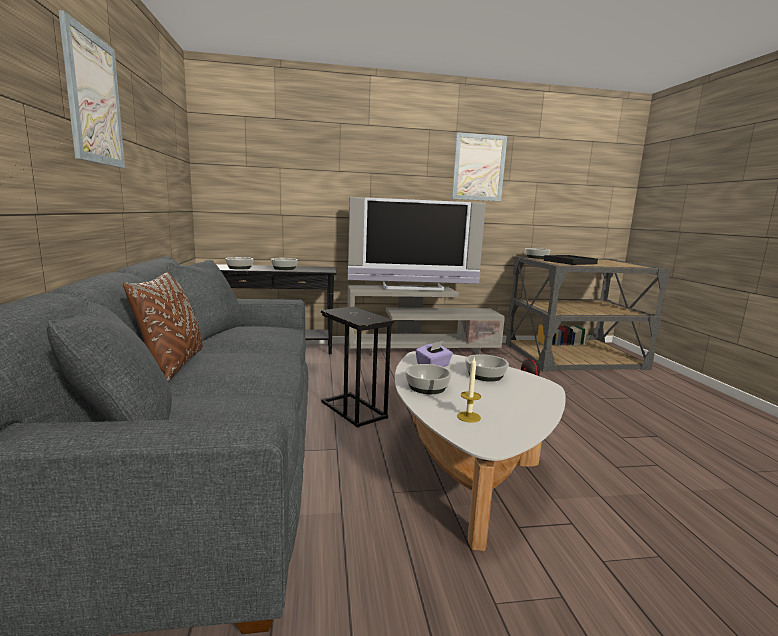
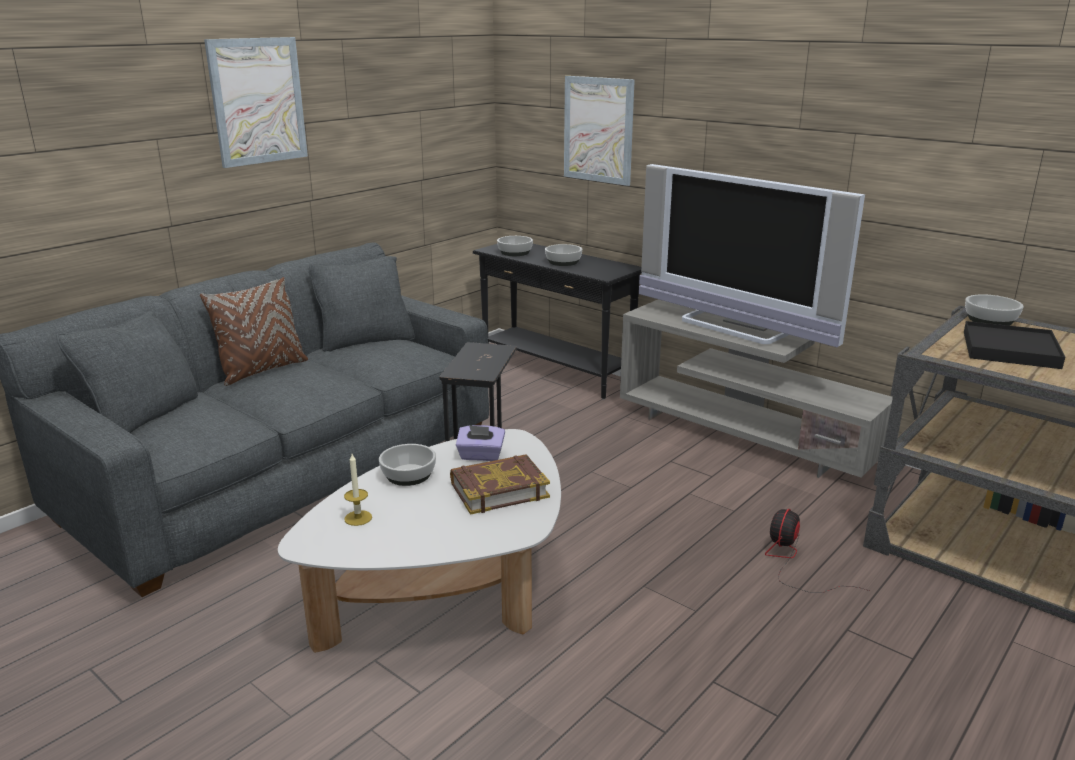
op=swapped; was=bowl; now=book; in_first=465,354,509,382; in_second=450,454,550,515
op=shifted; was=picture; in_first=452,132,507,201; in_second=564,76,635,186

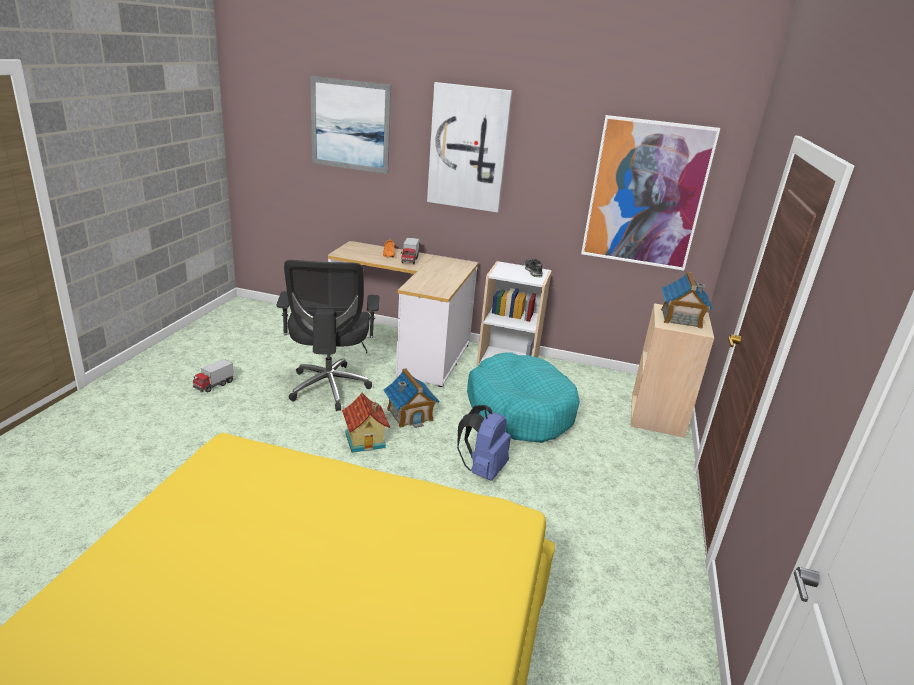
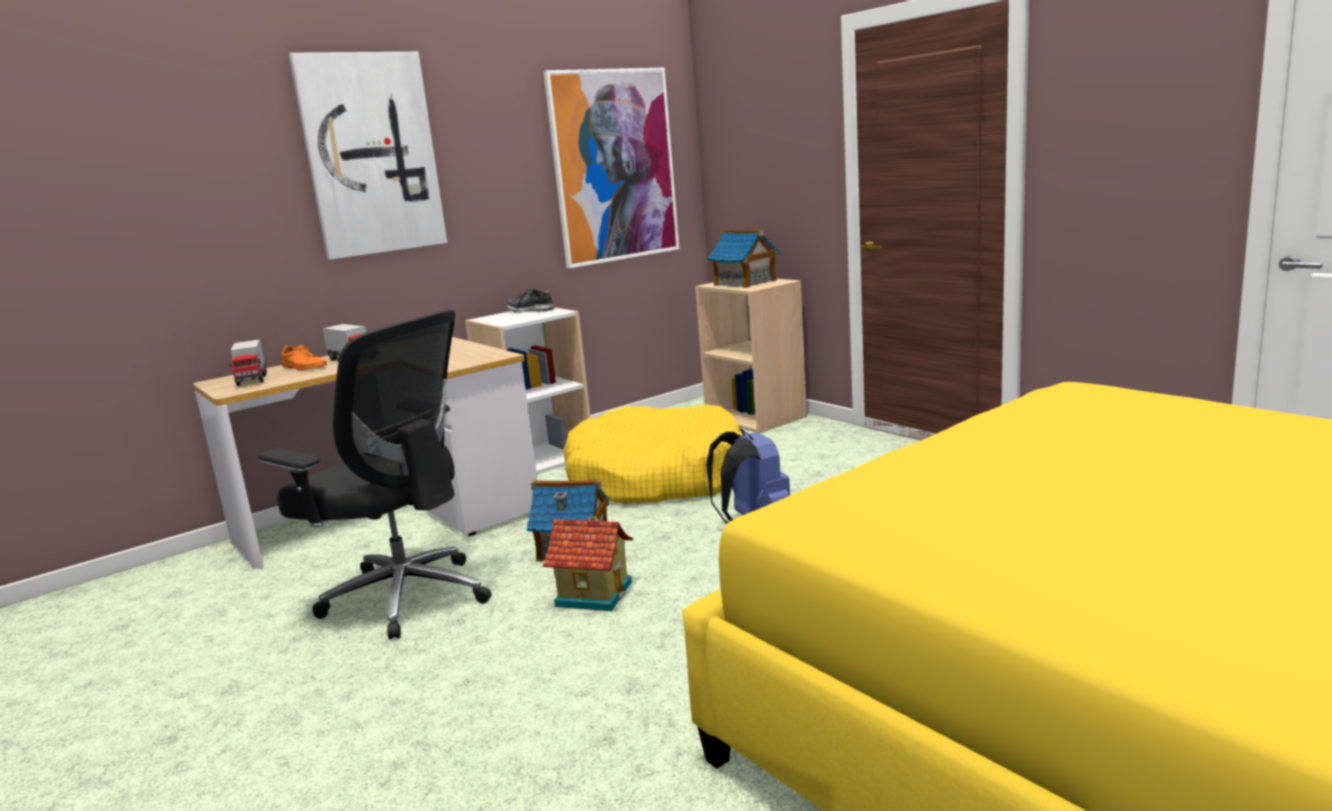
op=shifted; was=toy truck; in_first=193,359,234,392; in_second=229,339,267,386
op=repainted; was=dog bed in turquoise; now=dog bed in yellow; in_first=467,353,580,443; in_second=563,404,742,504
op=gone; was=picture; in_first=310,76,391,174

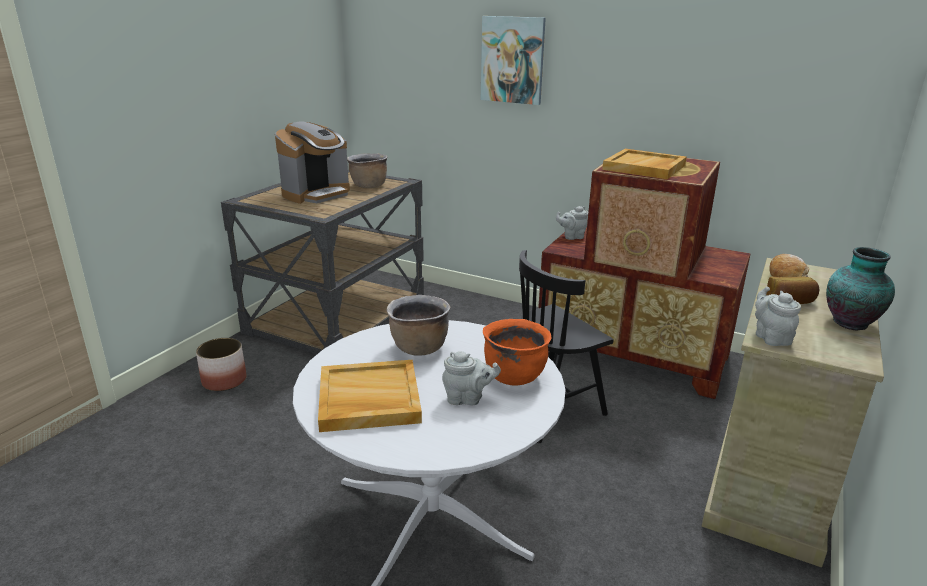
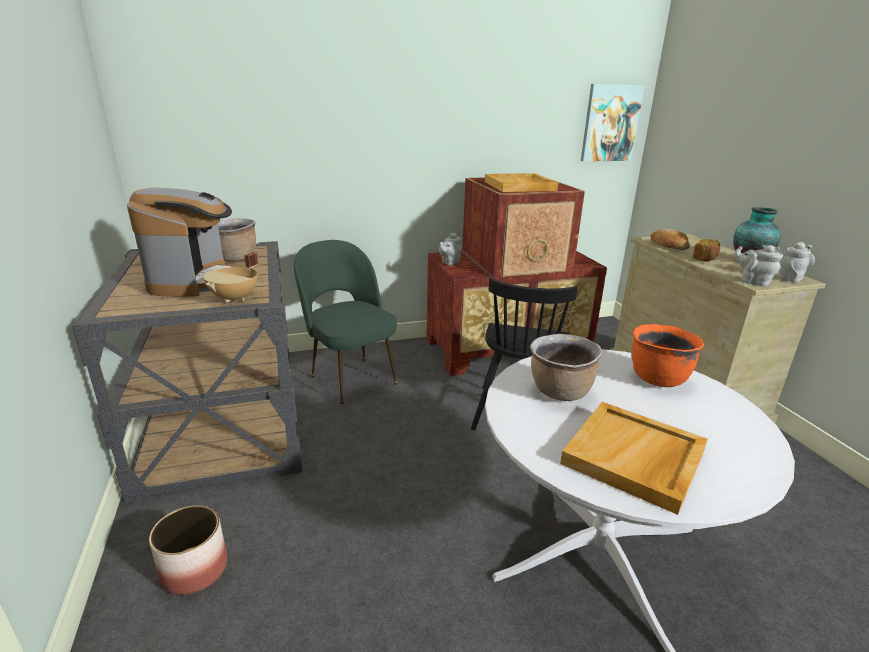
op=new; now=cooking pot in beige; in_second=203,252,258,303
op=new; now=chair in green; in_second=294,240,397,404
op=shifted; was=picture; in_first=481,16,546,105; in_second=581,84,645,162
op=shifted; was=teapot in grey; in_first=442,351,501,405; in_second=778,242,815,282

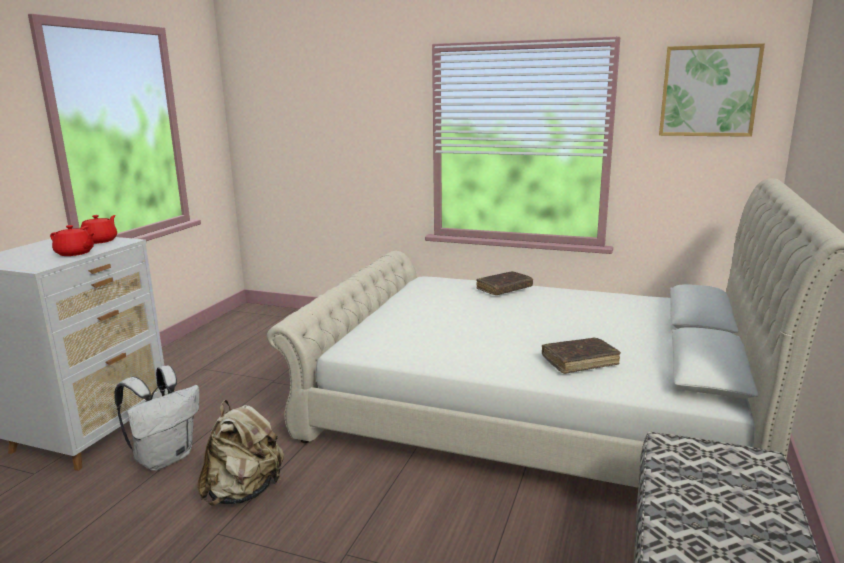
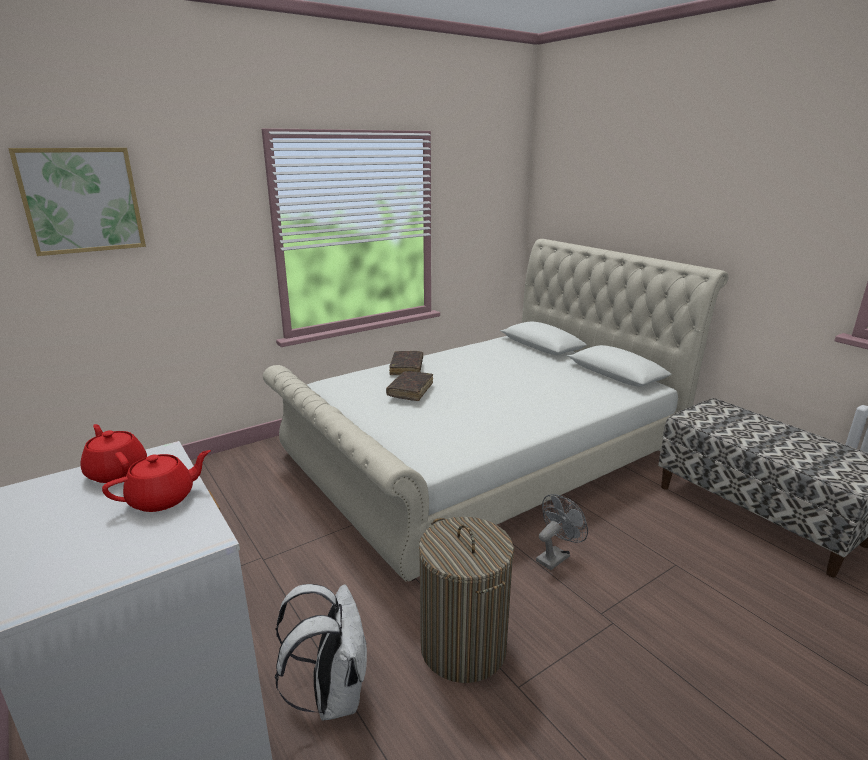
op=shifted; was=picture; in_first=659,43,765,137; in_second=8,148,146,256
op=shifted; was=book in brown; in_first=542,338,621,374; in_second=386,371,433,401
op=swapped; was=backpack in beige; now=laundry basket; in_first=197,400,284,506; in_second=419,517,514,683
op=new; now=fan in grey; in_second=536,494,588,570

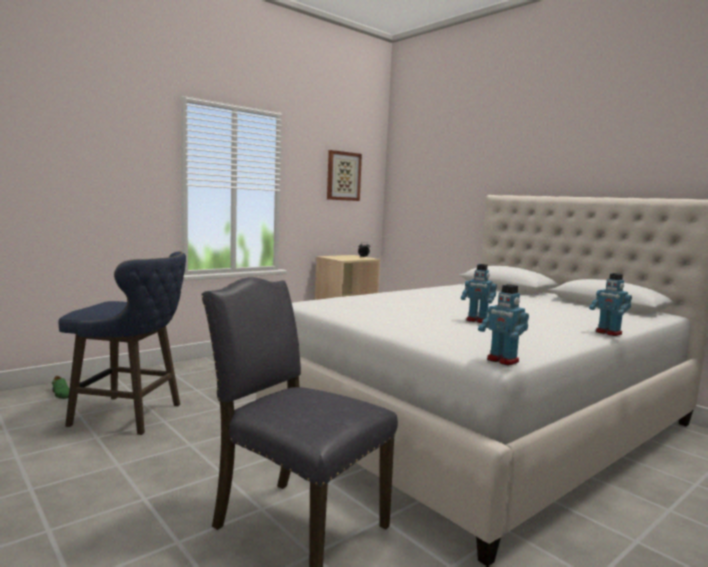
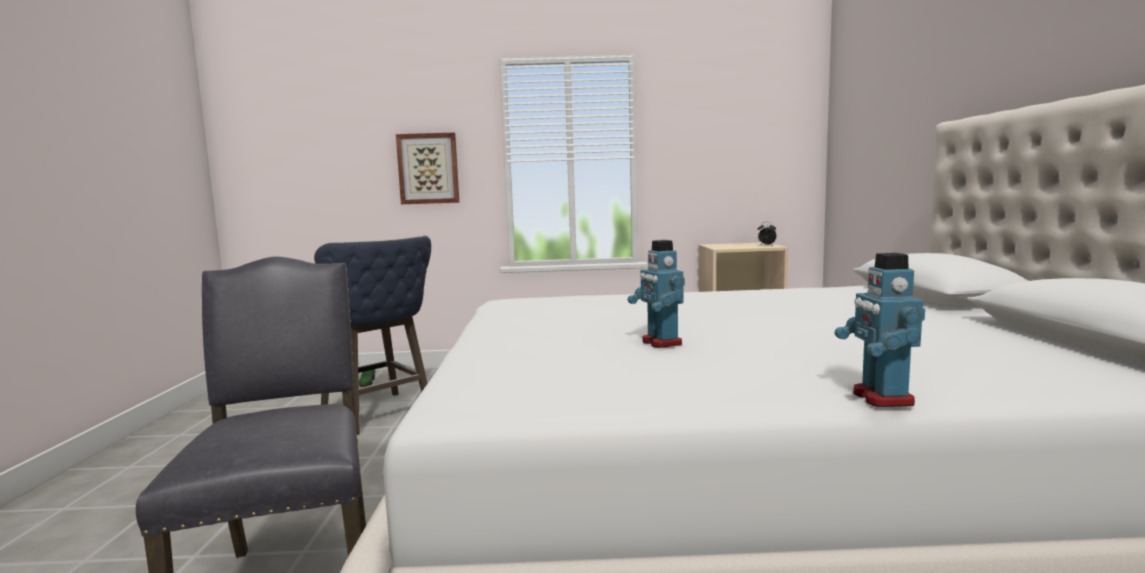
op=shifted; was=picture; in_first=327,150,362,201; in_second=396,133,459,204
op=gone; was=toy robot; in_first=478,284,529,365

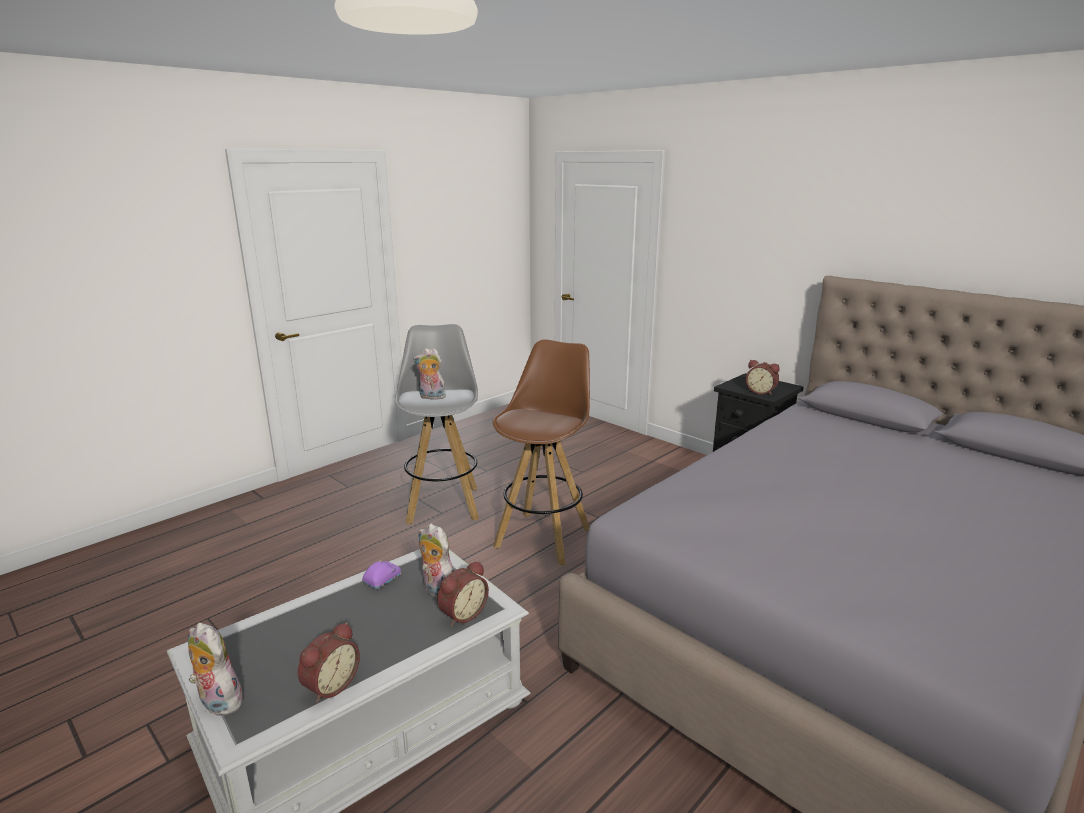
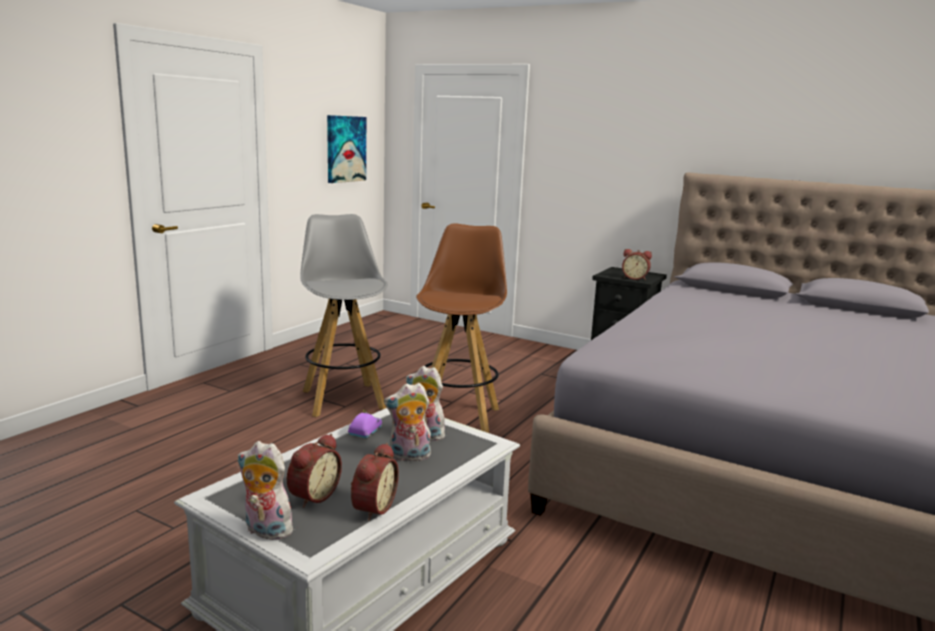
op=shifted; was=alarm clock; in_first=437,561,489,626; in_second=287,434,342,508
op=new; now=picture; in_second=327,115,366,183
op=shifted; was=plush toy; in_first=413,348,446,401; in_second=384,383,431,461

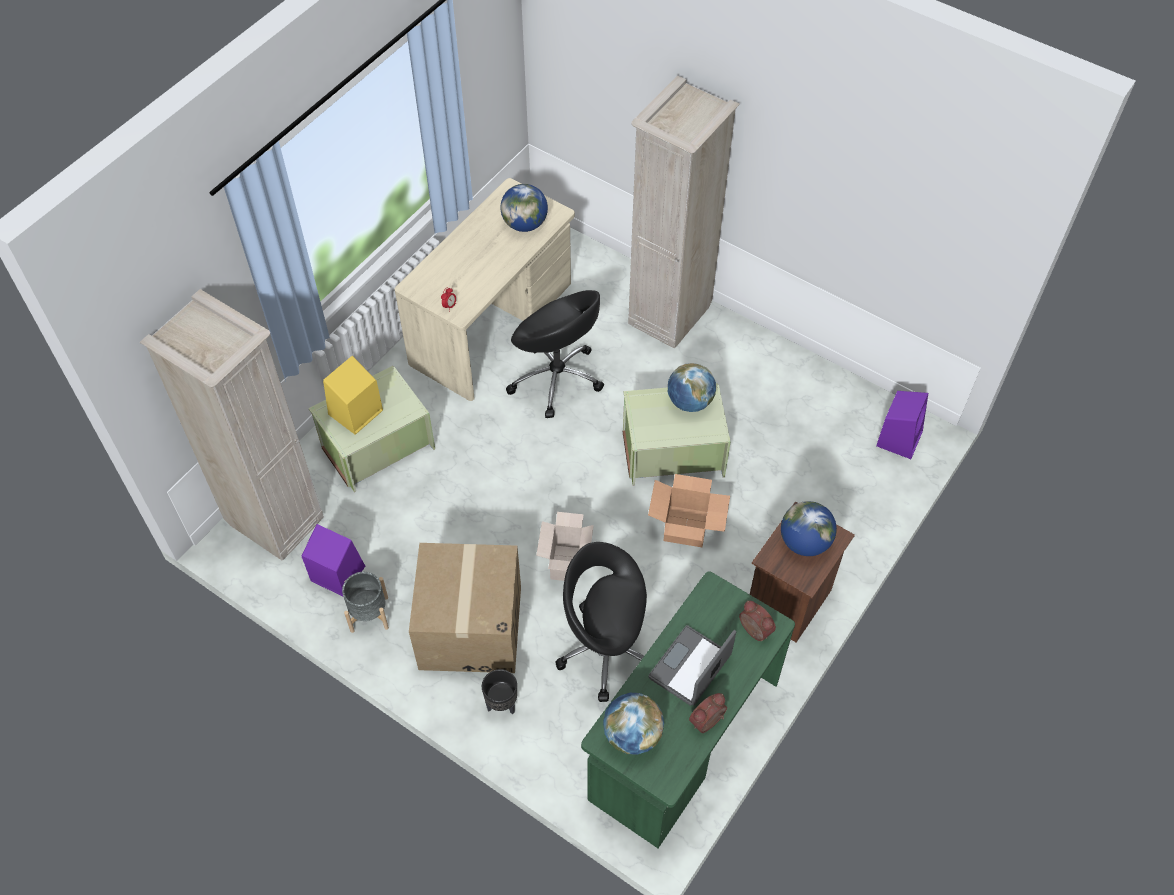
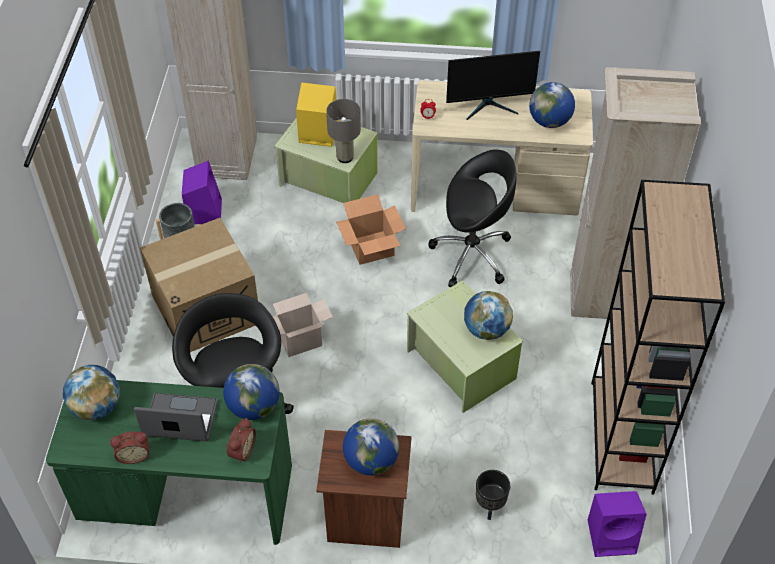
op=rotated; was=alarm clock; in_first=689,693,727,733; in_second=110,432,149,464; clockwise=150
op=new; now=globe; in_second=223,364,280,420
op=new; now=table lamp in grey; in_second=326,99,361,163
op=shifted; was=cardboard box; in_first=648,474,730,547; in_second=336,194,406,265
op=rotated; was=office chair in black; in_first=506,290,604,418; in_second=428,149,517,287; clockwise=-105
op=new; now=monitor; in_second=446,51,540,120
op=shifted; was=planter in black; in_first=482,669,517,714; in_second=476,470,510,520
op=new; now=bookcase in beige; in_second=591,180,725,495

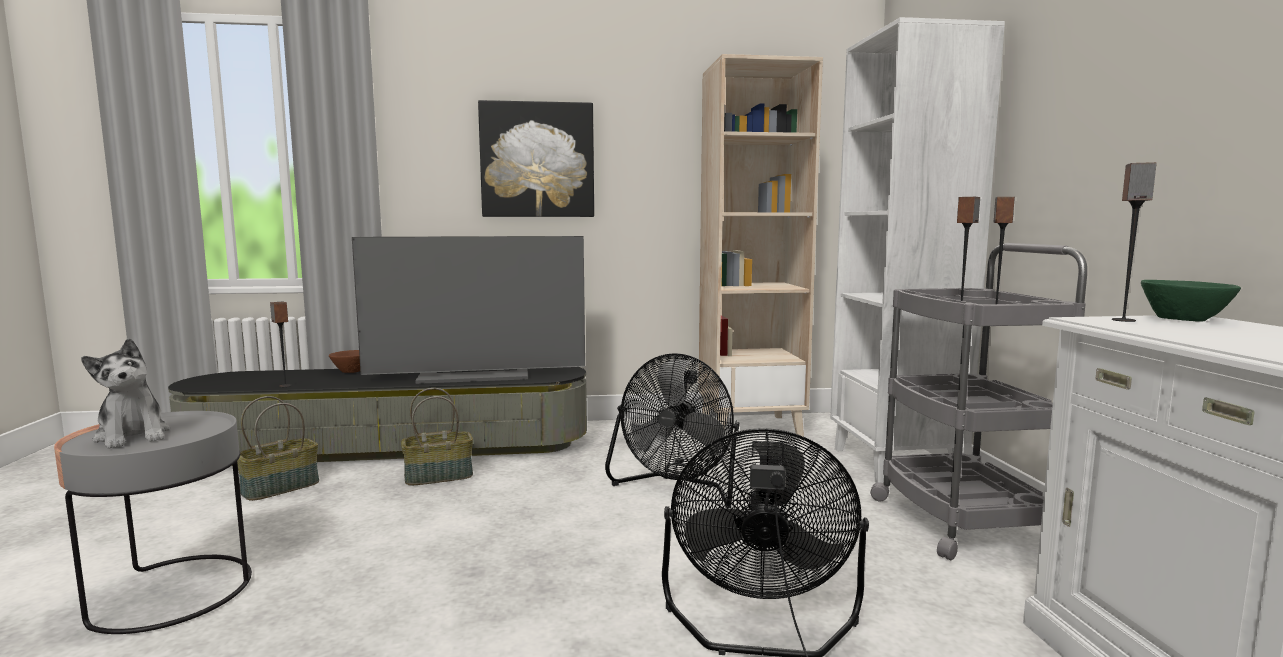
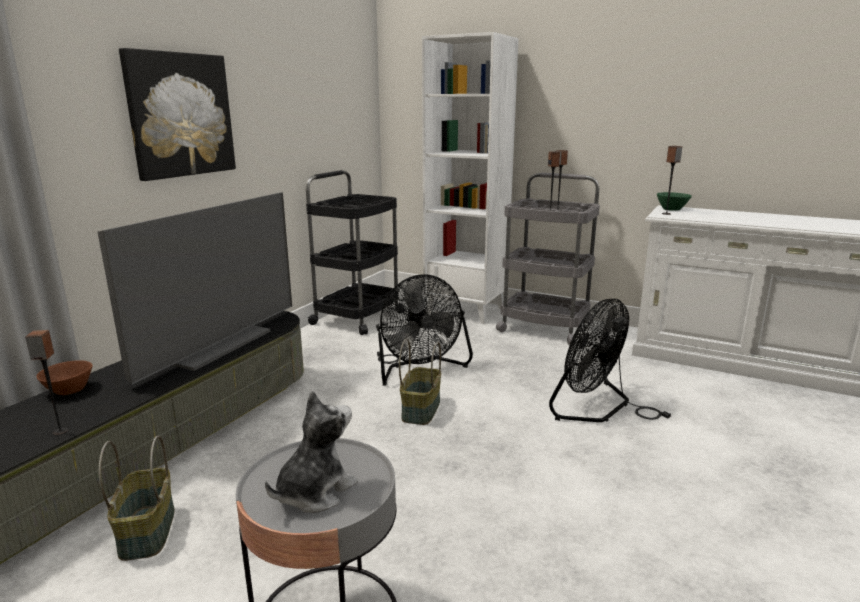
op=rotated; was=plush toy; in_first=81,338,170,449; in_second=265,391,358,513; clockwise=-45
op=swapped; was=bookcase in beige; now=cart in black; in_first=698,54,823,437; in_second=306,170,405,335
op=shifted; was=basket; in_first=401,388,473,485; in_second=399,339,441,425

